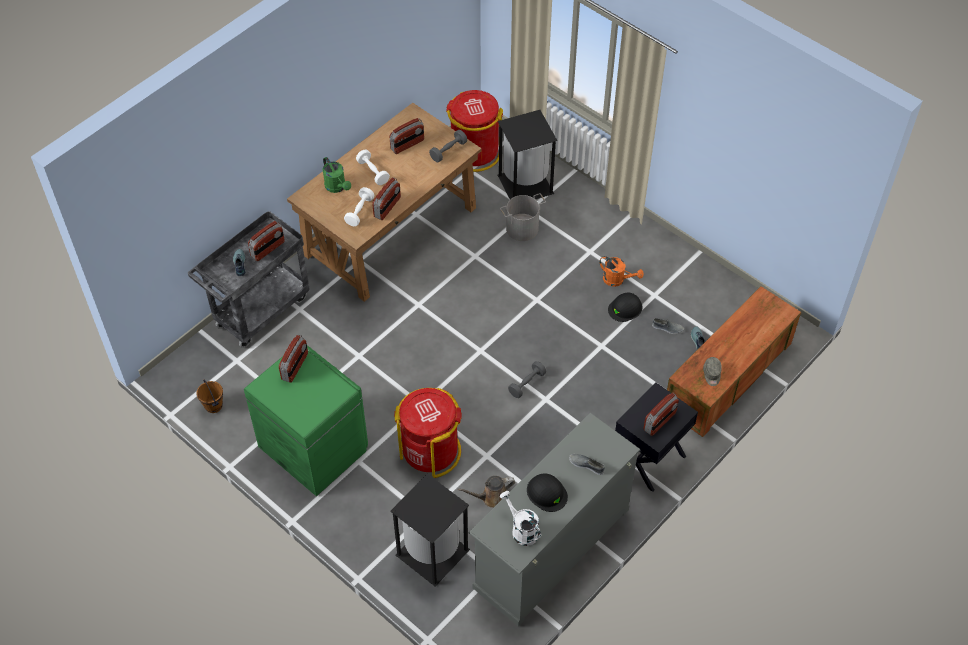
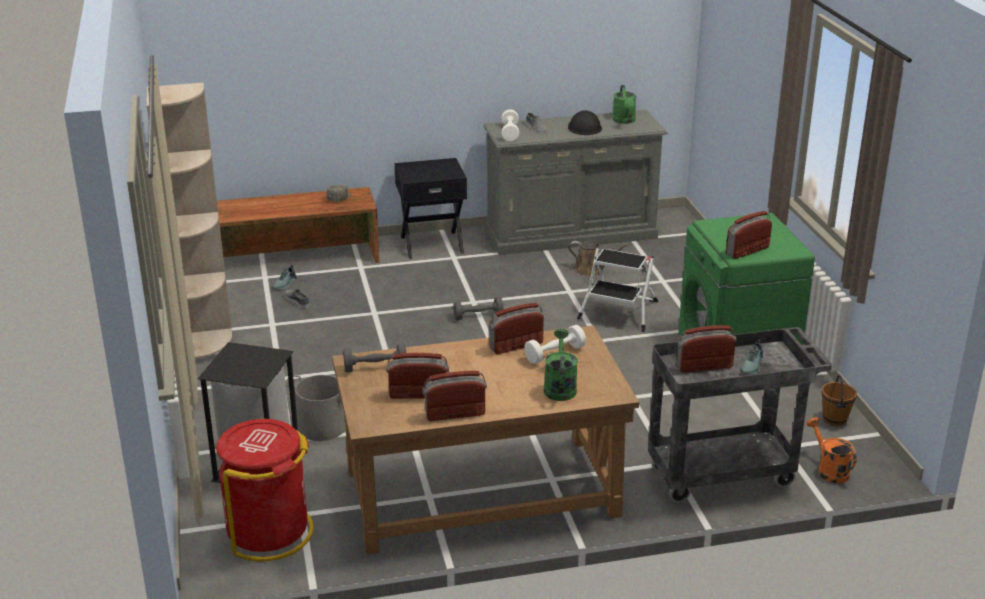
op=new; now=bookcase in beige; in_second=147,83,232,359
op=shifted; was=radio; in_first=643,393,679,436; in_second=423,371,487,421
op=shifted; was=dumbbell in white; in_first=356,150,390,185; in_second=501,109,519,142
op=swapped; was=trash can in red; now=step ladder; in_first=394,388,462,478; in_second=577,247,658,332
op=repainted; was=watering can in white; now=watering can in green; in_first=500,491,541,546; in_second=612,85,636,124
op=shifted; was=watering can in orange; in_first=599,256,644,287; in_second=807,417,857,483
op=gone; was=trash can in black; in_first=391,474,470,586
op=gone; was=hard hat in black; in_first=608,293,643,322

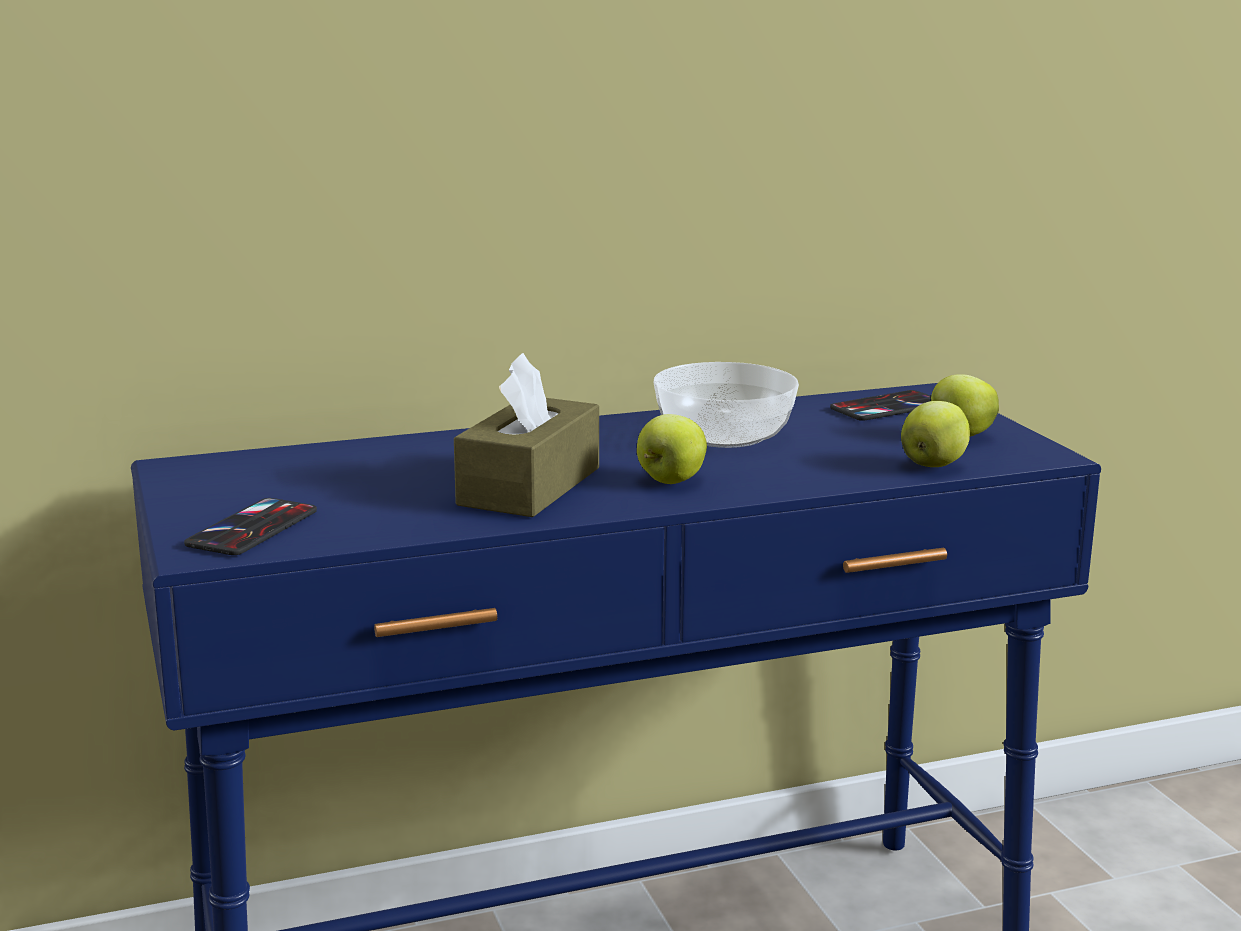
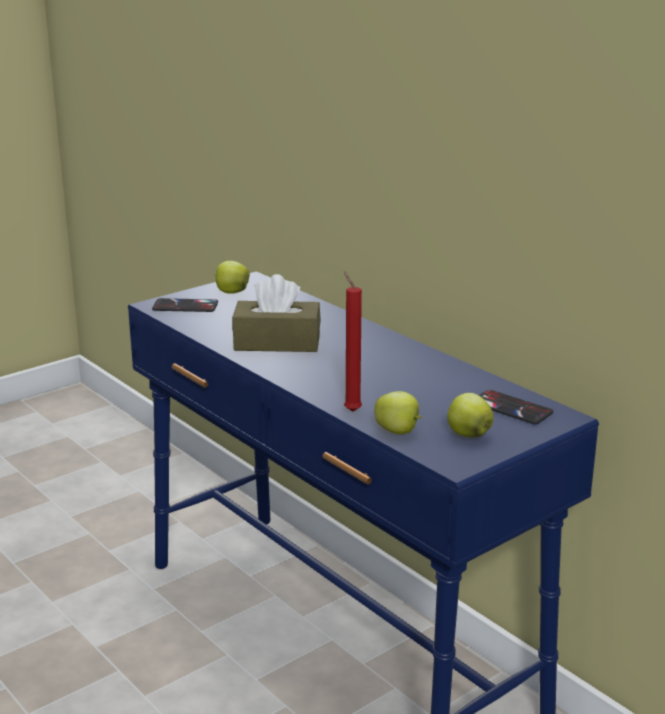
op=shifted; was=apple; in_first=637,414,707,484; in_second=214,261,250,294
op=new; now=candle in red; in_second=344,271,362,412
op=gone; was=bowl; in_first=654,362,799,448

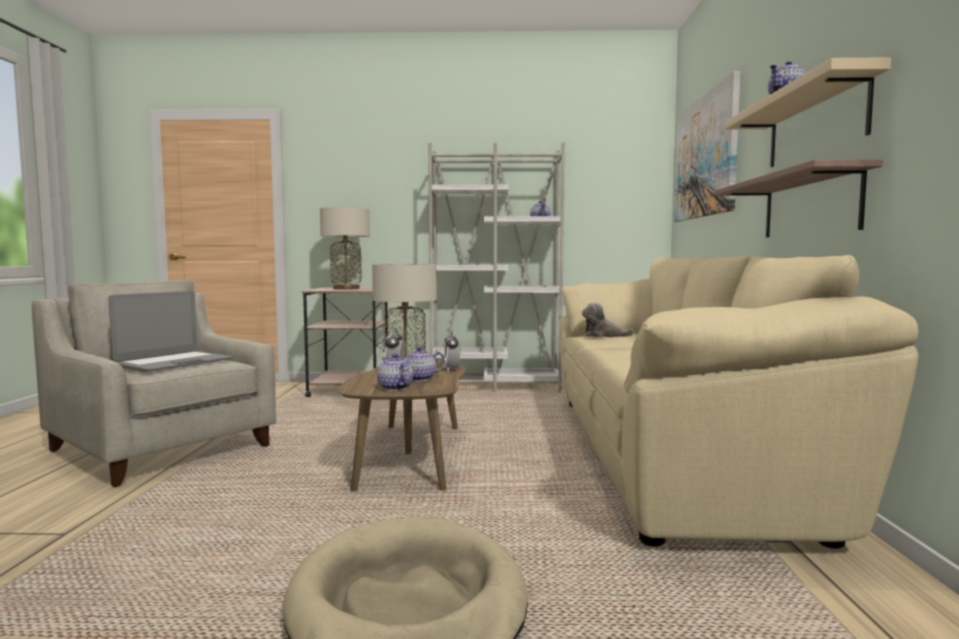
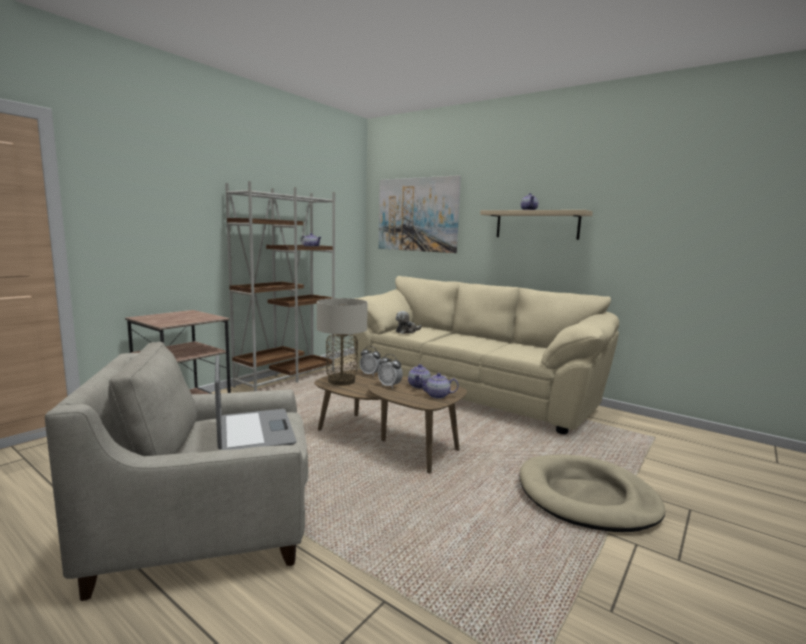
op=repainted; was=bookcase in white; now=bookcase in brown; in_first=428,143,565,392; in_second=225,182,335,391
op=gone; was=table lamp; in_first=320,207,370,290
op=gone; was=shelf; in_first=714,159,883,237

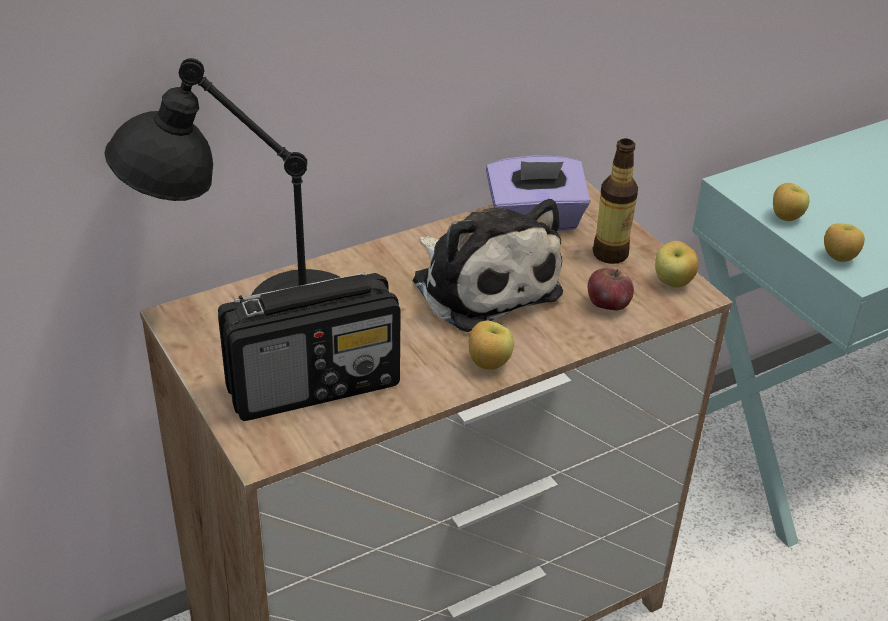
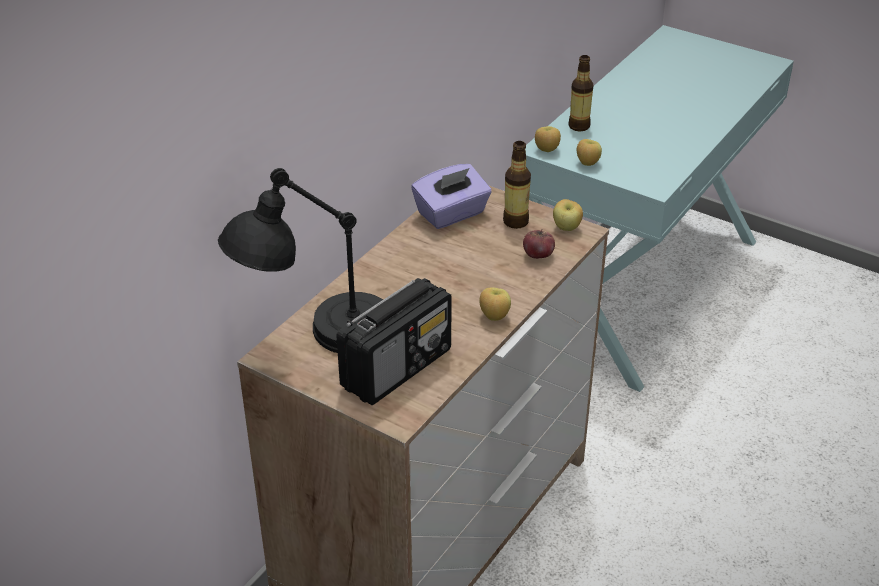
op=shifted; was=apple; in_first=824,223,865,262; in_second=535,126,561,152
op=new; now=bottle; in_second=568,55,593,131
op=gone; was=plush toy; in_first=413,199,563,332

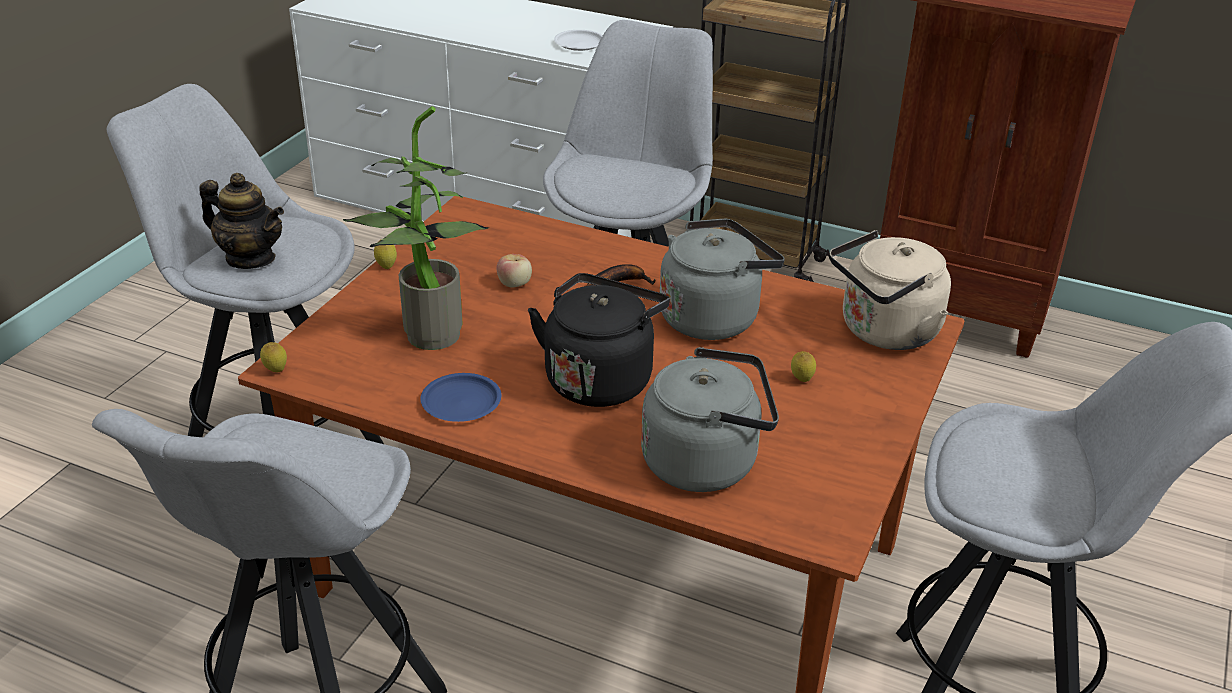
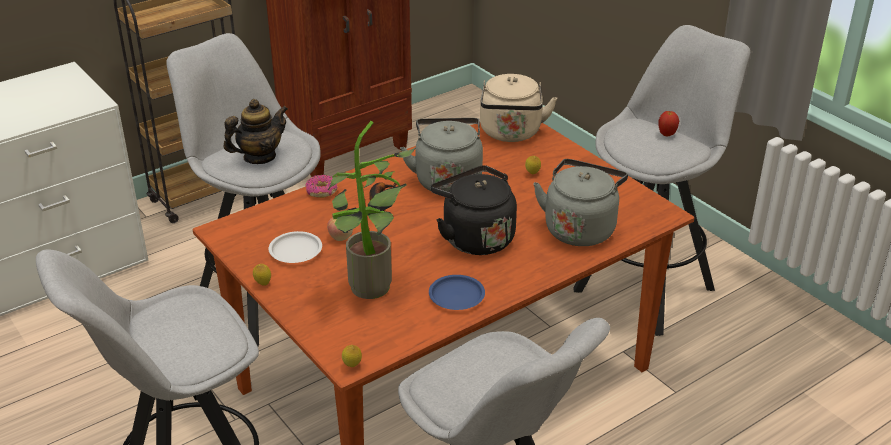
op=shifted; was=teapot; in_first=199,173,284,269; in_second=223,99,288,164
op=shifted; was=plate in white; in_first=554,30,603,51; in_second=269,231,322,263
op=new; now=donut; in_second=305,175,337,198
op=new; now=apple; in_second=658,111,679,136

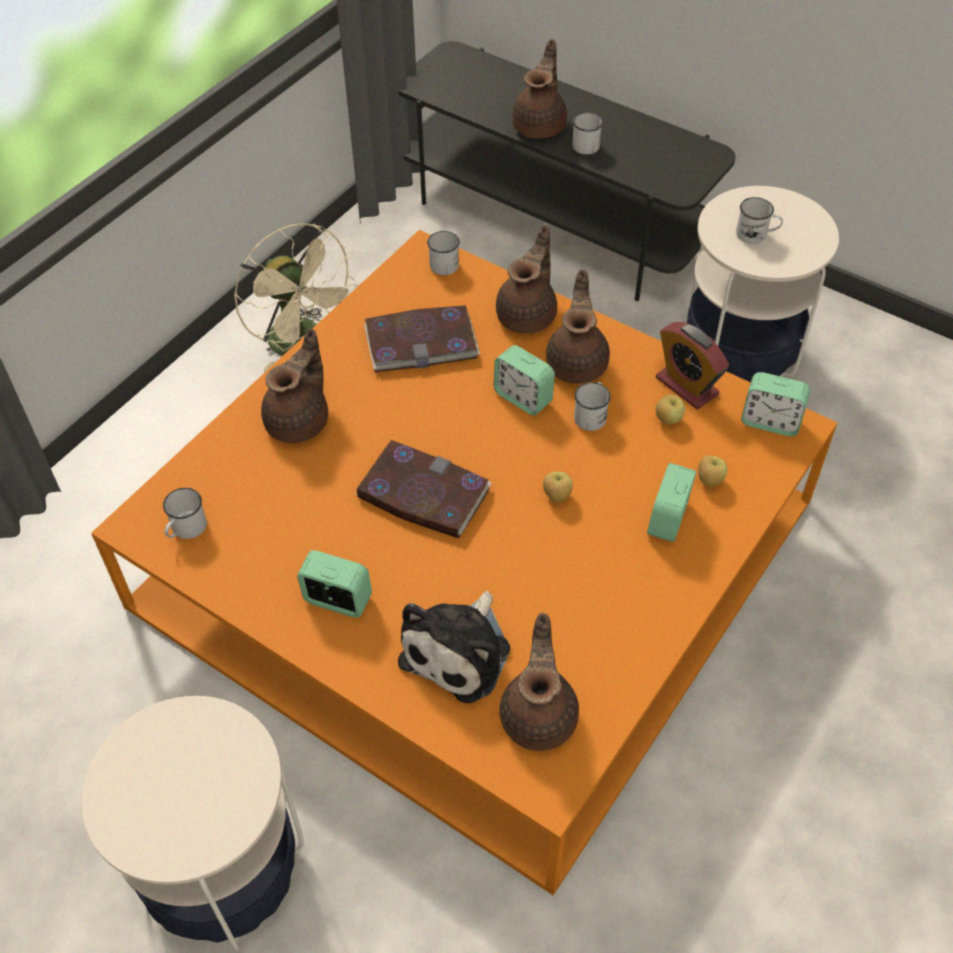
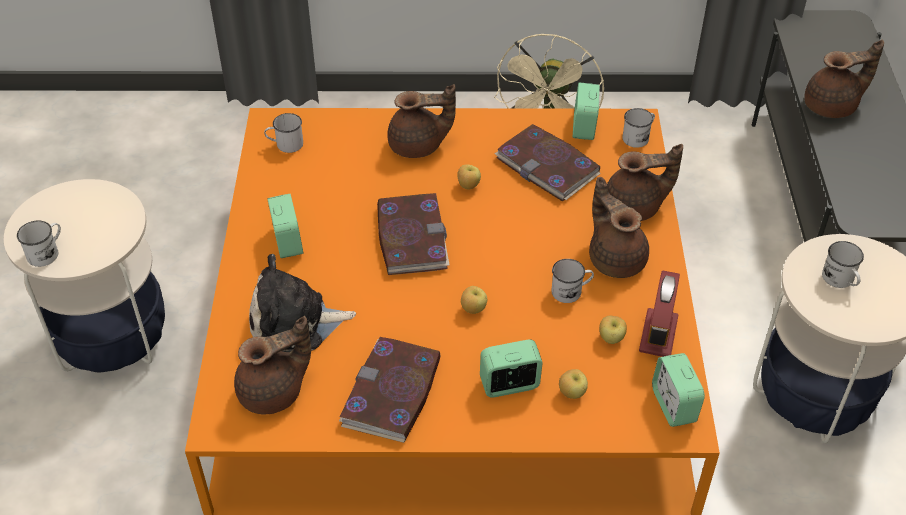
op=shifted; was=mug in white; in_first=572,112,603,155; in_second=17,221,61,267
op=new; now=book; in_second=339,337,440,443
op=new; now=apple; in_second=457,164,481,189
op=shifted; was=alarm clock; in_first=494,345,555,416; in_second=573,83,600,140
op=rotated; was=teapot in brown; in_first=546,269,610,384; in_second=589,177,649,278; clockwise=-90

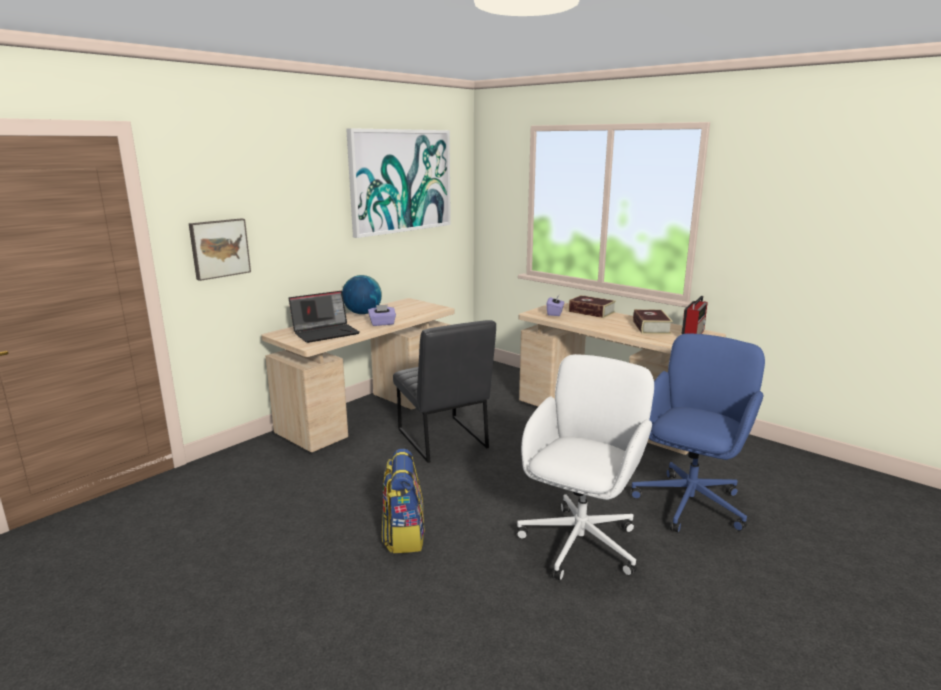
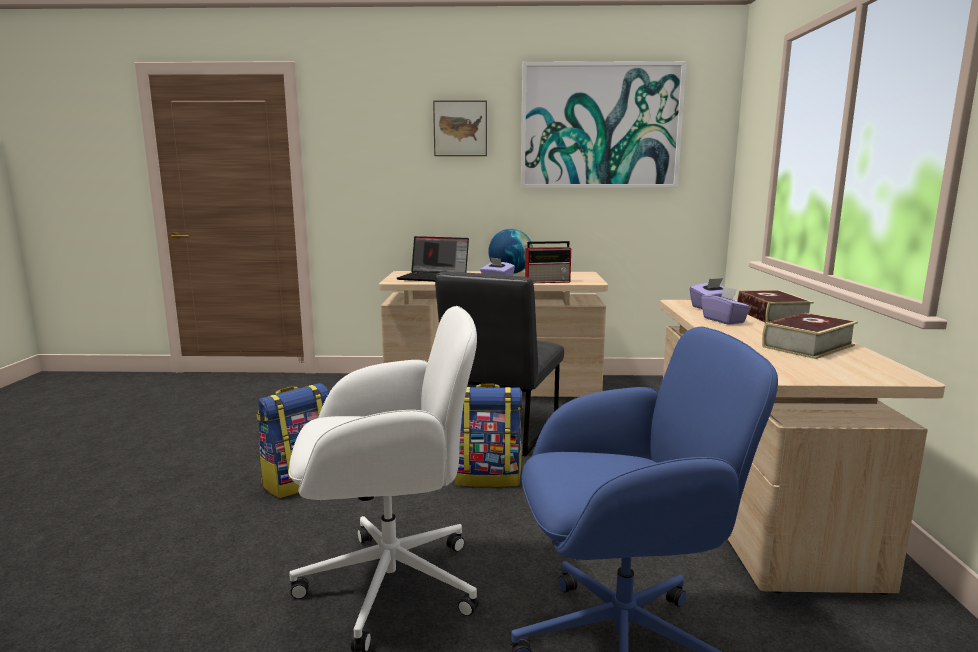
op=shifted; was=picture; in_first=189,218,251,281; in_second=433,100,487,156
op=new; now=backpack; in_second=455,384,523,487
op=shifted; was=radio; in_first=681,296,708,335; in_second=525,241,572,283
op=new; now=tissue box in purple; in_second=701,286,751,325

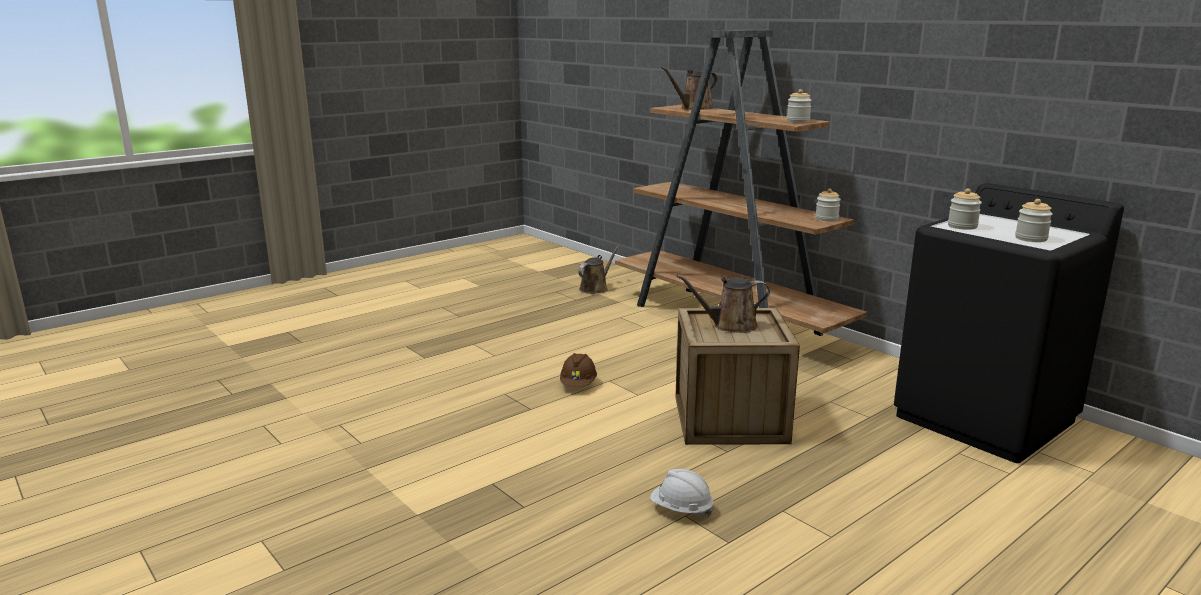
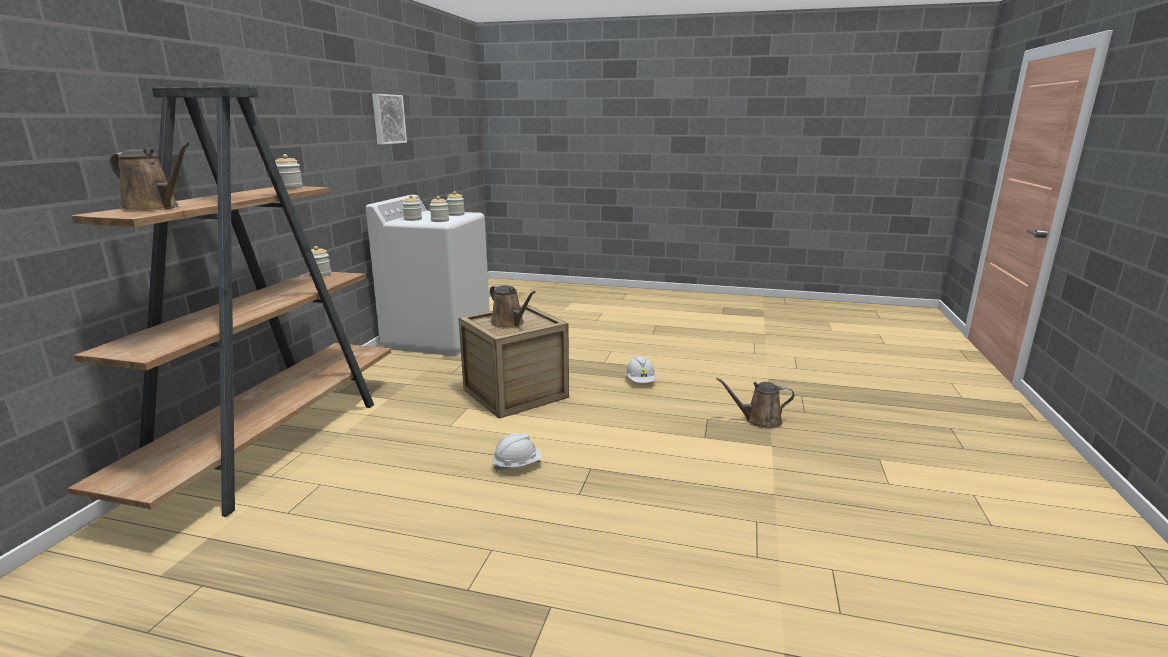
op=repainted; was=washing machine in black; now=washing machine in white; in_first=894,183,1124,463; in_second=366,195,490,356
op=new; now=picture; in_second=372,94,407,144
op=new; now=jar; in_second=402,195,422,221
op=repainted; was=hard hat in brown; now=hard hat in white; in_first=560,353,597,387; in_second=492,433,543,472
op=shifted; was=watering can in brown; in_first=578,246,619,294; in_second=716,378,795,429

